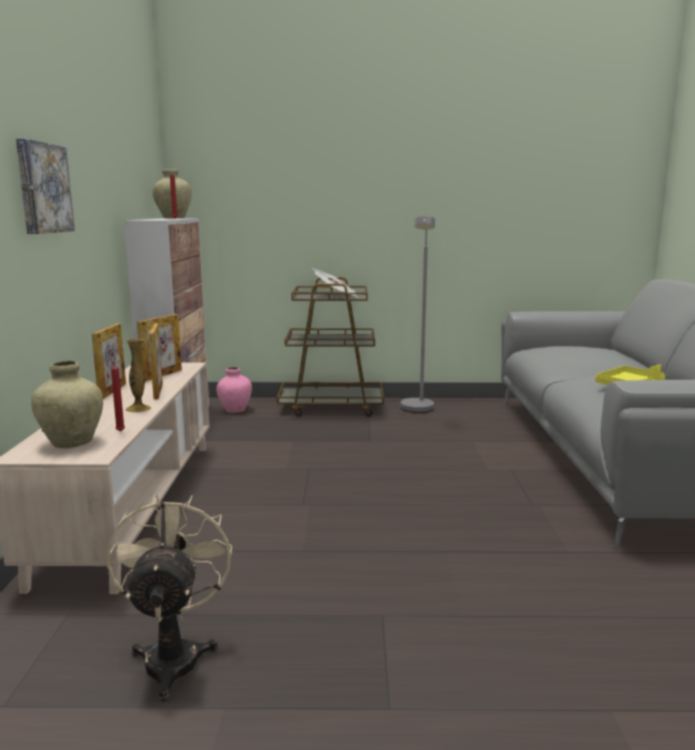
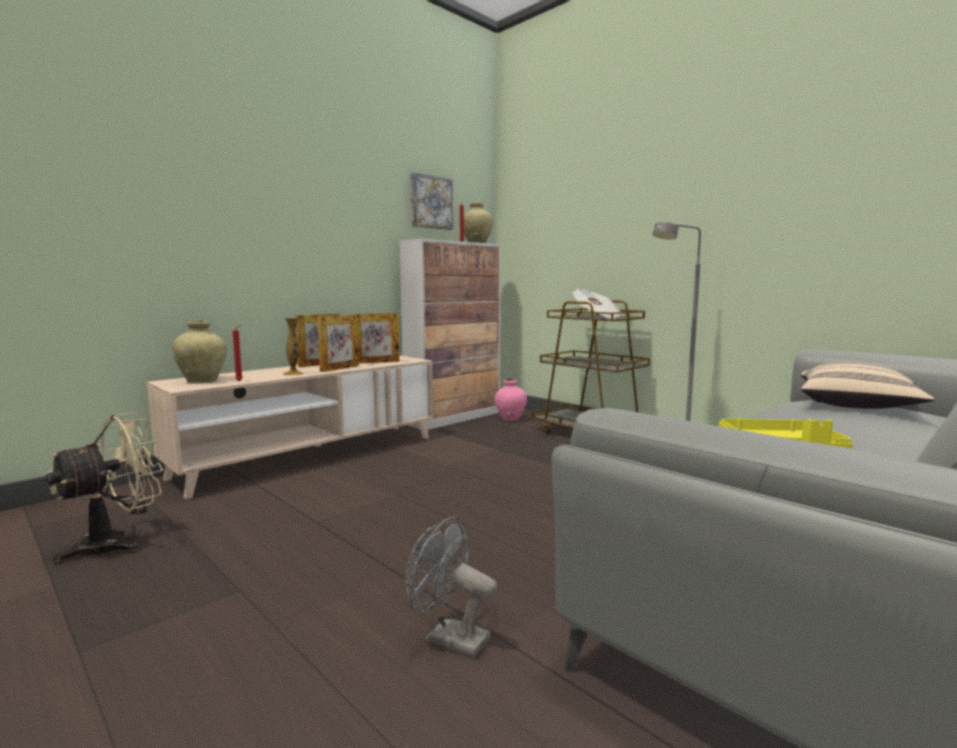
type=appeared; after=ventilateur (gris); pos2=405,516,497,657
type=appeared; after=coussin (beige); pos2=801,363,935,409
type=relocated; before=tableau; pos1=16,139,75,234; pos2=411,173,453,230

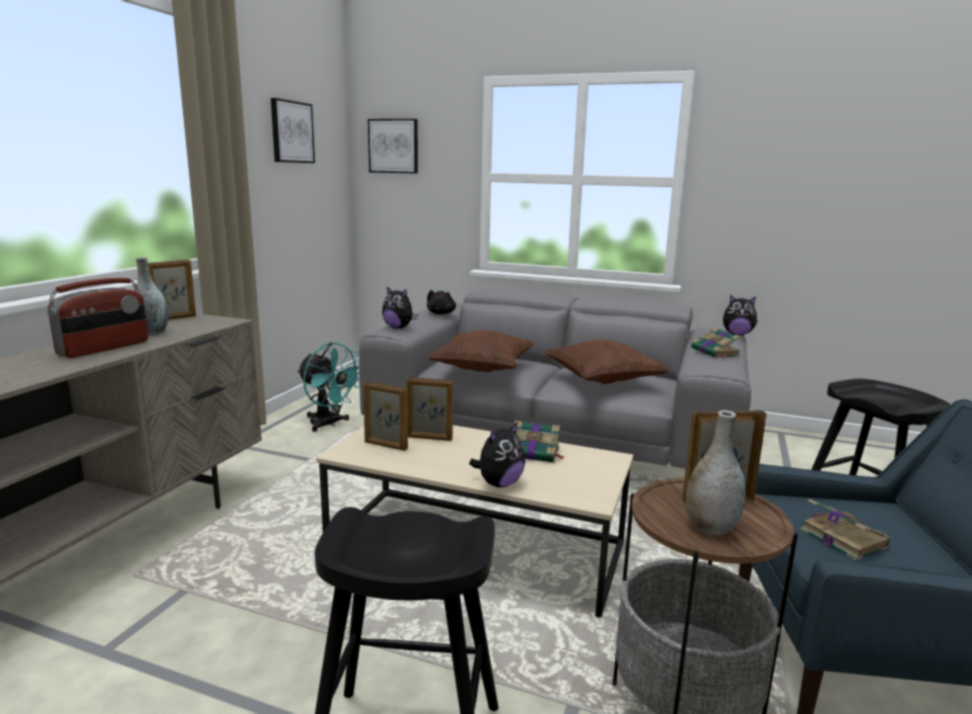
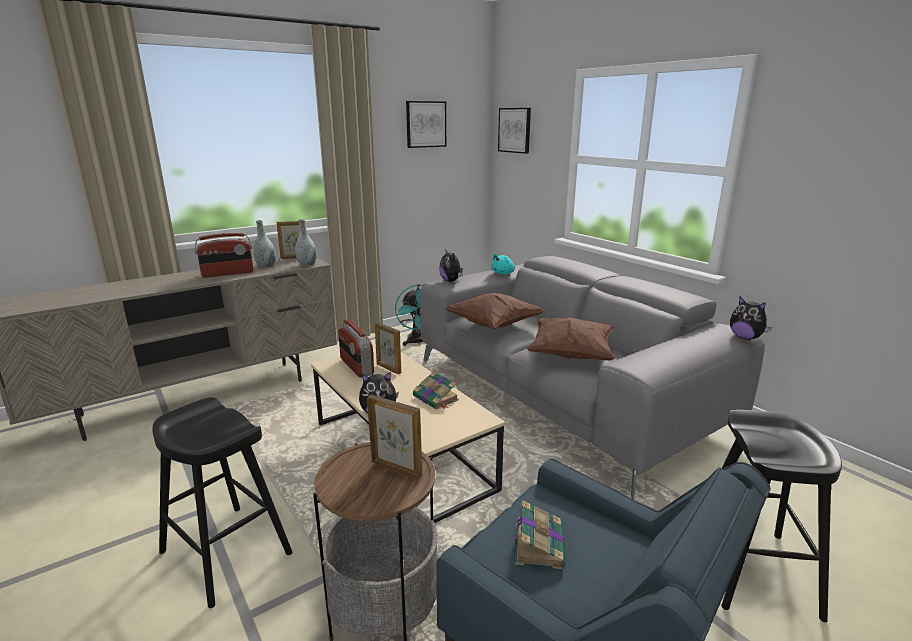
type=missing; before=livre; pos1=691,328,741,358
type=relocated; before=vase (gris); pos1=686,410,745,535; pos2=295,219,317,266
type=exchanged; before=cadre photo; after=radio; pos1=363,381,408,451; pos2=338,319,374,378
type=colour; before=peluche (noir); after=peluche (turquoise); pos1=427,290,456,315; pos2=491,254,515,274

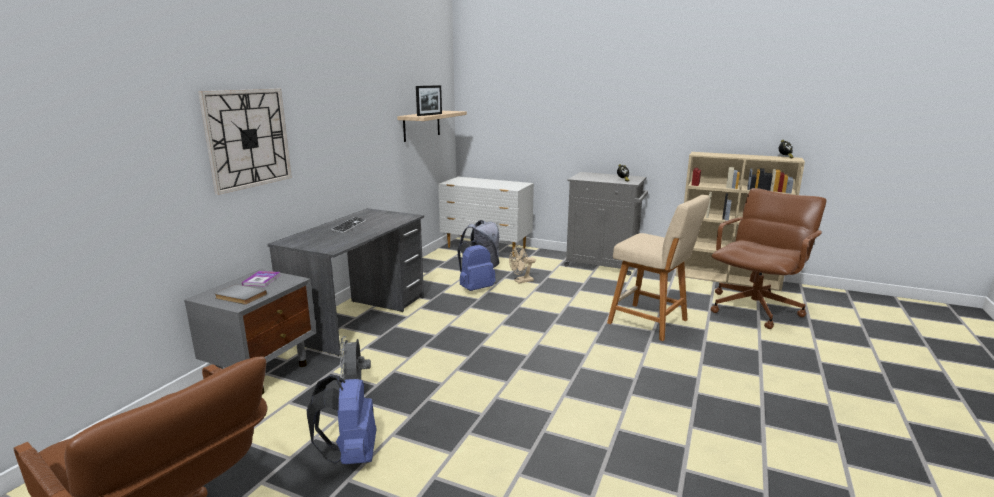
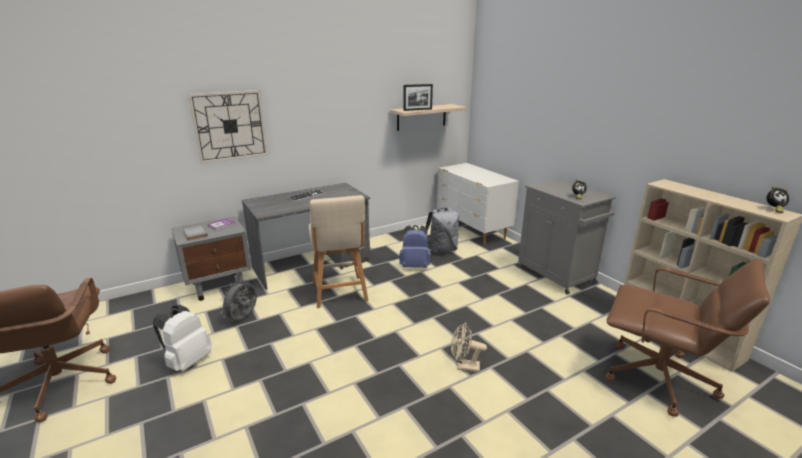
type=relocated; before=ventilateur (beige); pos1=509,245,536,283; pos2=451,323,487,372
type=relocated; before=tabouret (beige); pos1=607,195,710,341; pos2=309,195,369,308
type=colour; before=sac à dos (bleu); after=sac à dos (blanc); pos1=307,375,376,464; pos2=153,305,212,371
type=spun; before=chaise de bureau (marron); pos1=711,188,826,329; pos2=605,259,770,417; turn=45

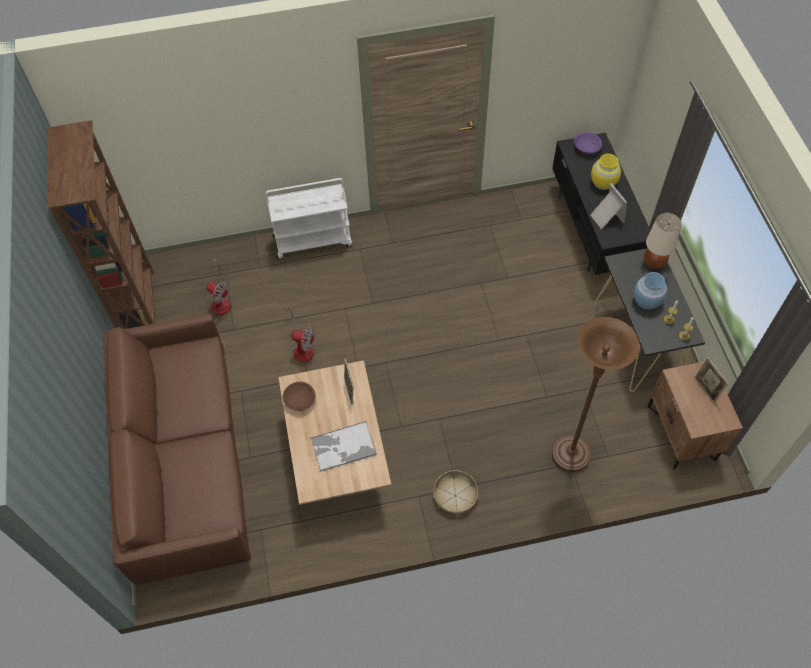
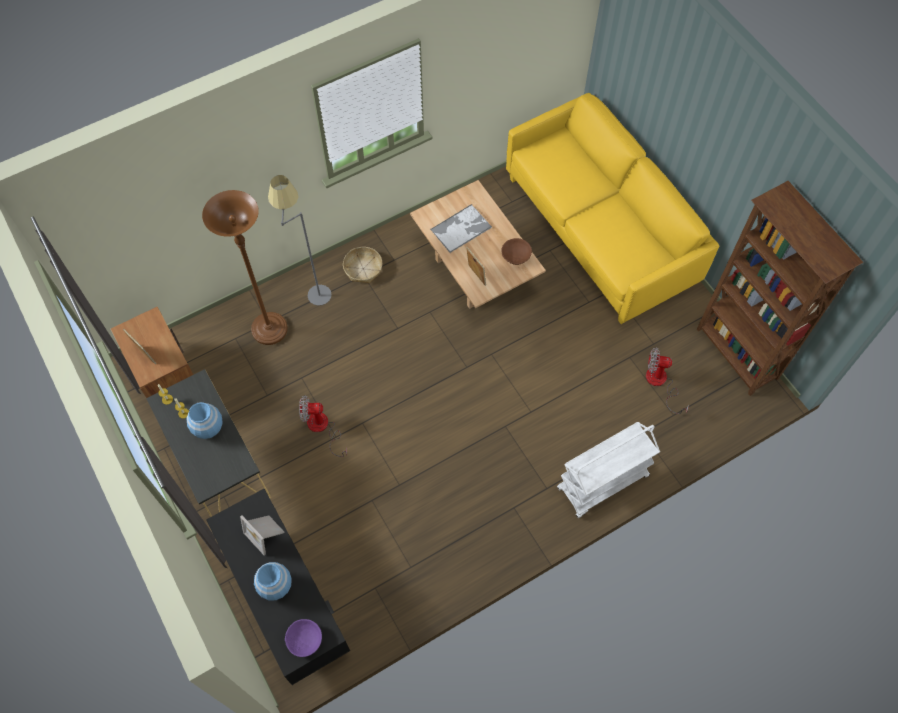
type=missing; before=lampe de table (beige); pos1=644,213,682,269
type=appeared; after=lampadaire (gris); pos2=268,175,332,306
type=relocated; before=ventilateur; pos1=286,304,315,363; pos2=299,395,347,457
type=colour; before=canapé (marron); after=canapé (jaune); pos1=103,314,251,585; pos2=506,93,719,324
type=colour; before=vase (jaune); after=vase (bleu); pos1=591,154,621,190; pos2=254,562,292,600

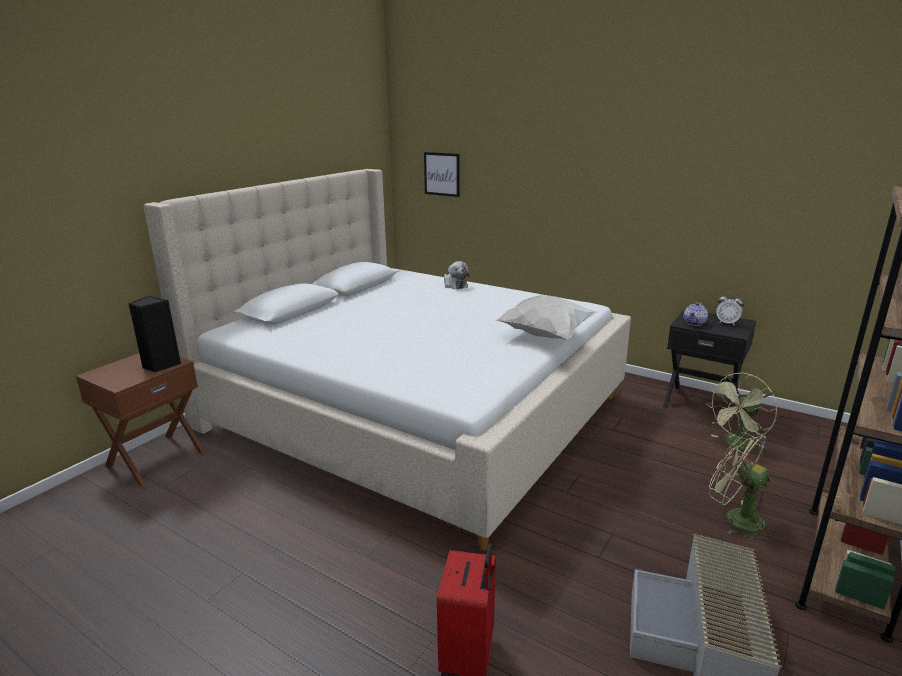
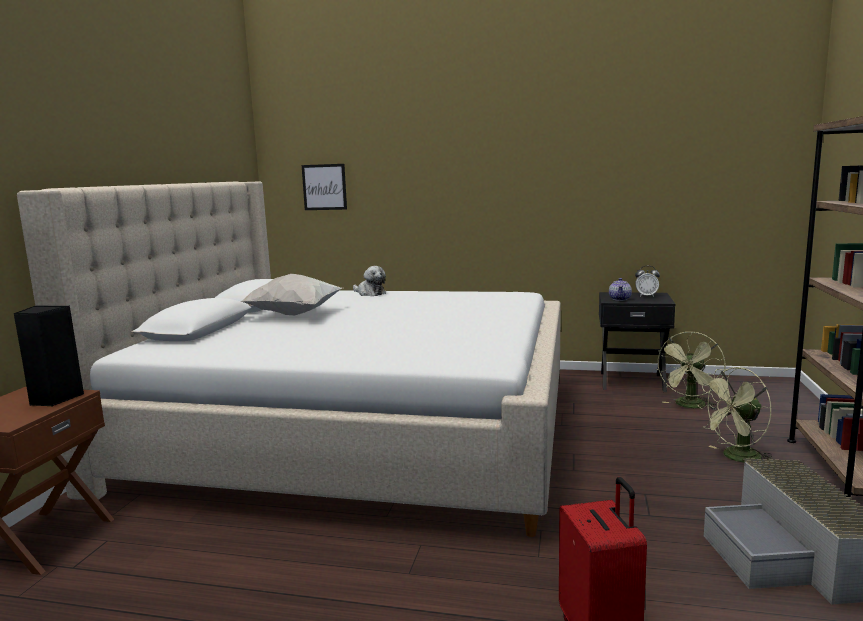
type=relocated; before=coussin (blanc); pos1=495,295,597,340; pos2=240,274,342,315
type=spun; before=ventilateur (vert); pos1=709,429,772,540; pos2=698,367,773,463; turn=-45

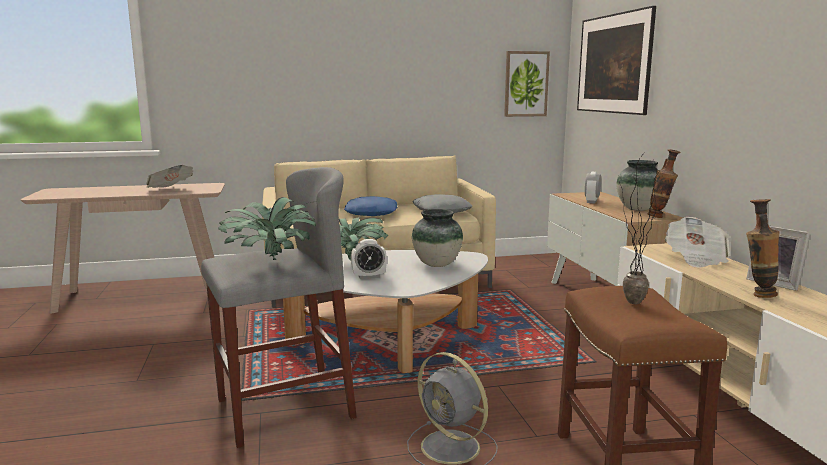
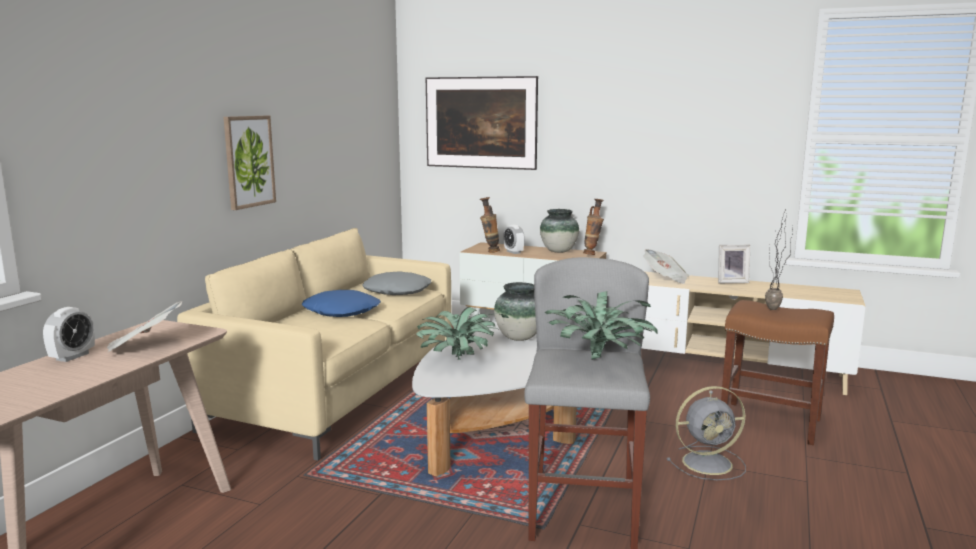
type=relocated; before=réveil; pos1=351,239,387,279; pos2=43,307,95,362
type=relocated; before=tableau; pos1=504,51,550,117; pos2=223,116,276,210
type=relocated; before=vase; pos1=746,199,779,298; pos2=480,197,500,253

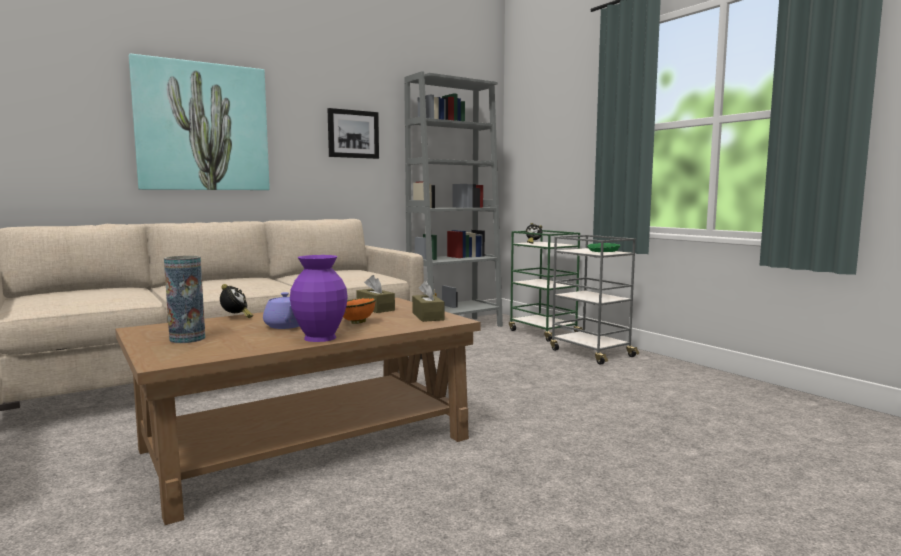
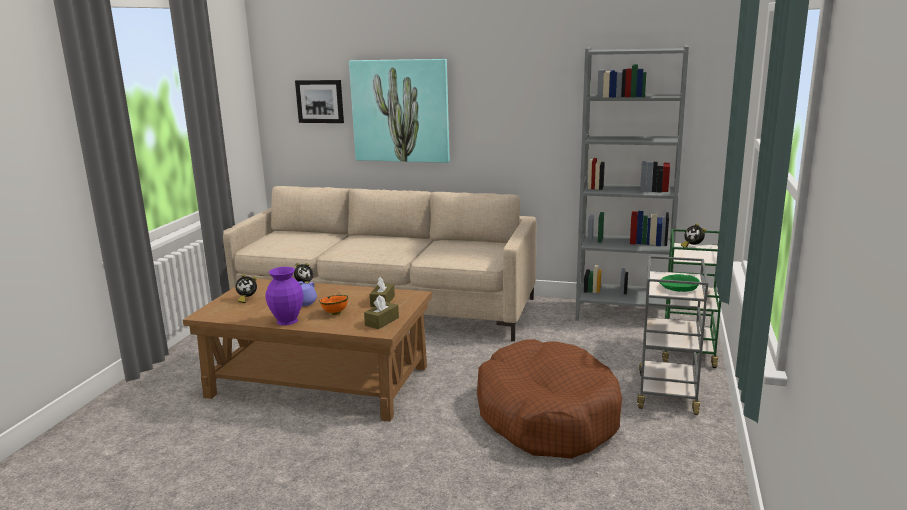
type=appeared; after=panier pour chien (marron); pos2=477,339,622,459
type=relocated; before=tableau; pos1=328,108,379,159; pos2=295,80,344,123
type=exchanged; before=vase; after=réveil; pos1=164,256,205,343; pos2=235,274,257,303

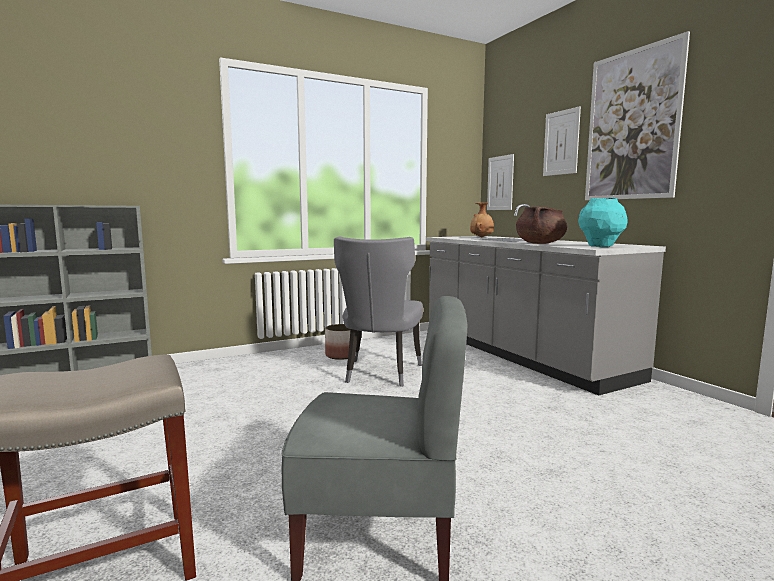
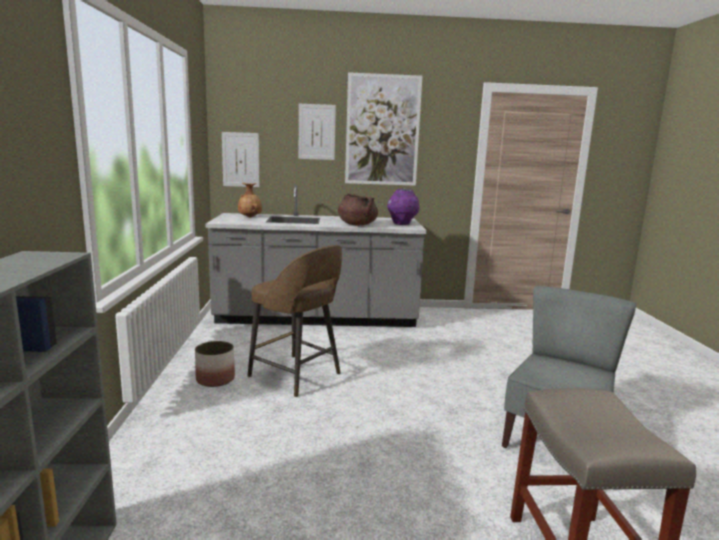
type=exchanged; before=chaise (gris); after=tabouret (marron); pos1=334,236,423,387; pos2=248,245,342,397
type=colour; before=vase (turquoise); after=vase (violet); pos1=578,198,628,247; pos2=387,189,419,225

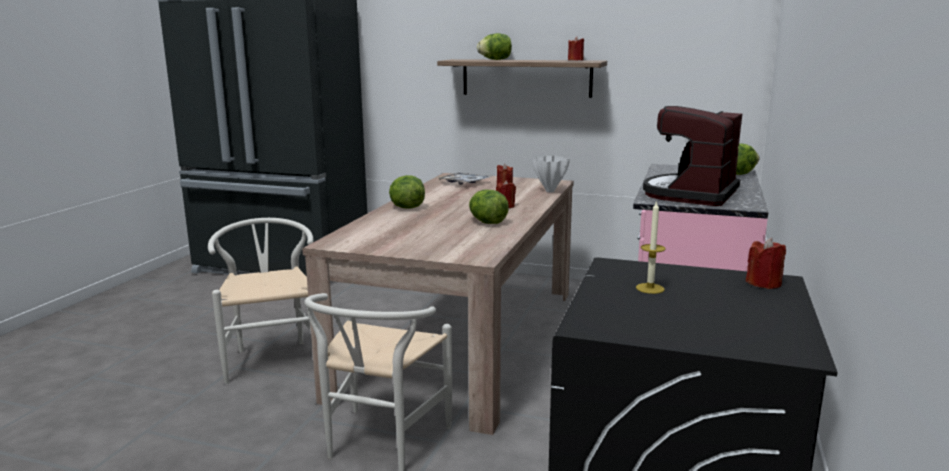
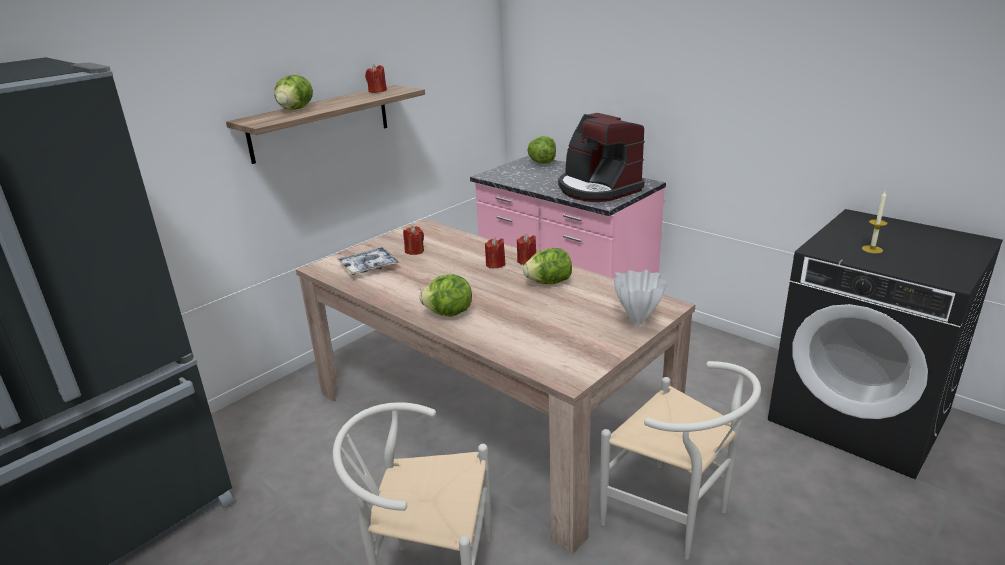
type=relocated; before=vase (blanc); pos1=532,155,570,192; pos2=614,270,667,325
type=relocated; before=bougie (rouge); pos1=746,238,786,289; pos2=517,234,536,265

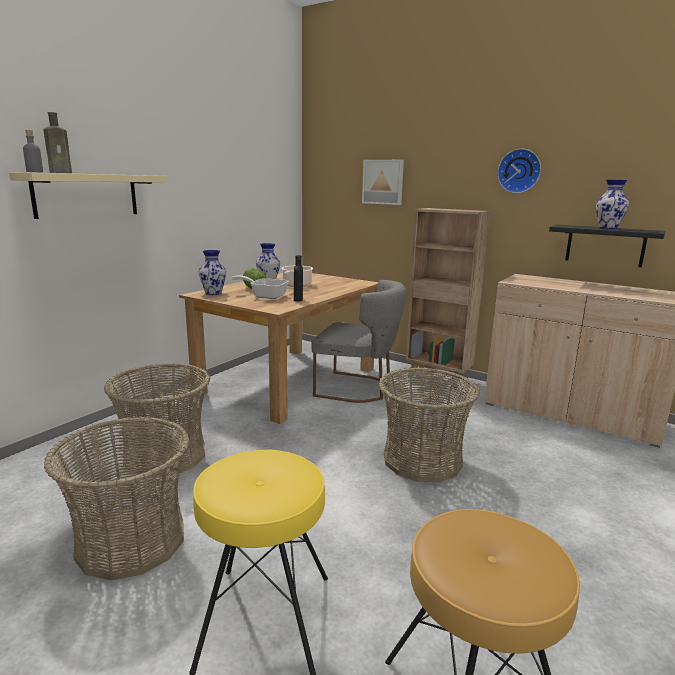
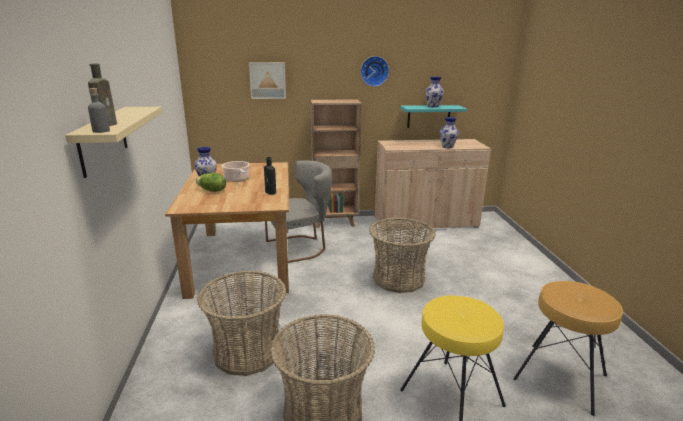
type=missing; before=poêle; pos1=232,275,289,299
type=relocated; before=vase; pos1=198,250,226,295; pos2=440,117,459,148
type=colour; before=étagère (noir); after=étagère (turquoise); pos1=549,225,666,267; pos2=400,105,467,128

